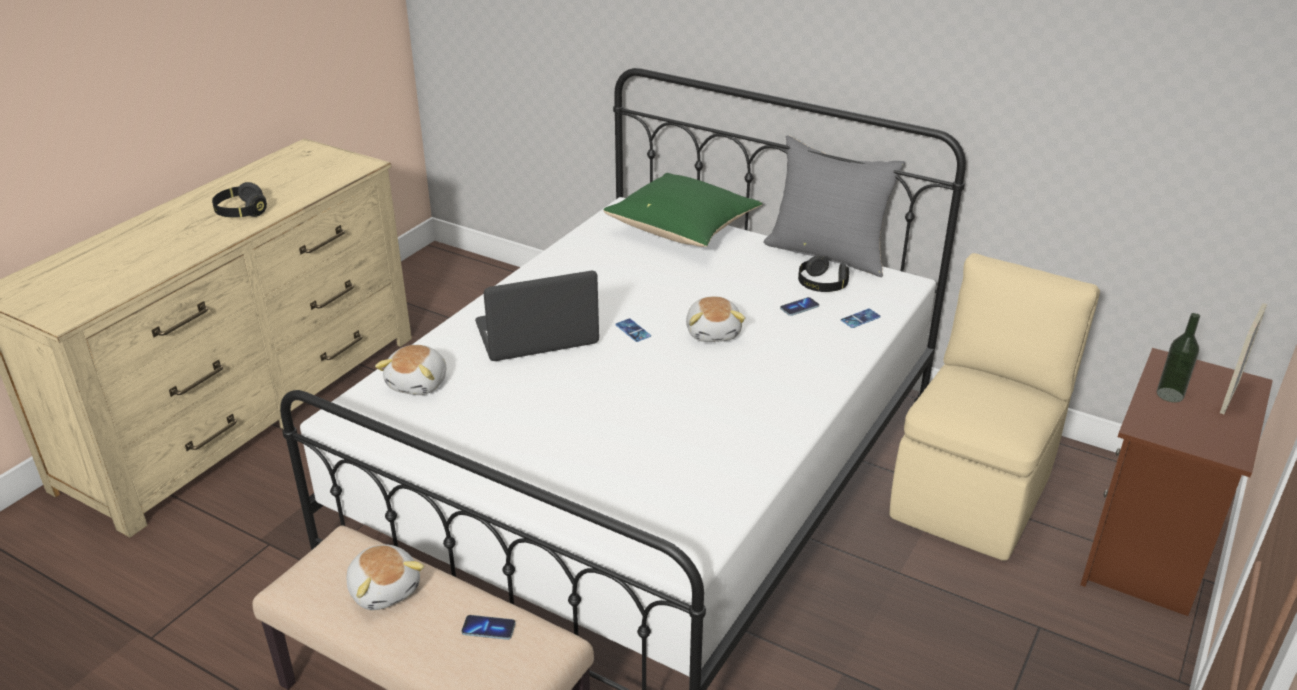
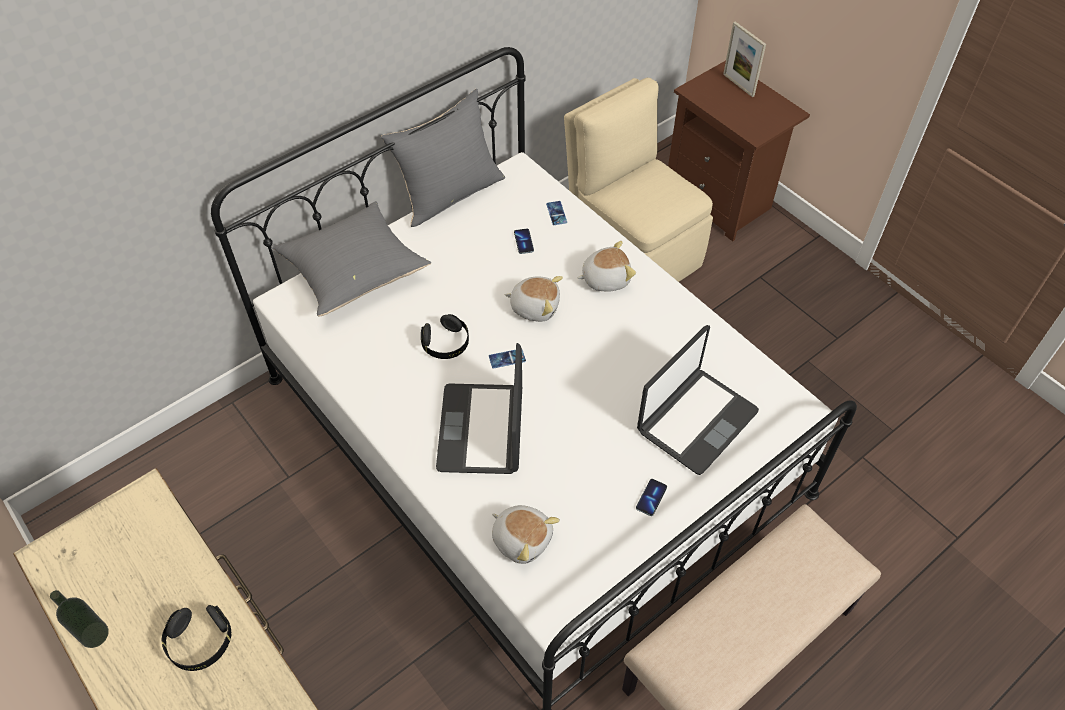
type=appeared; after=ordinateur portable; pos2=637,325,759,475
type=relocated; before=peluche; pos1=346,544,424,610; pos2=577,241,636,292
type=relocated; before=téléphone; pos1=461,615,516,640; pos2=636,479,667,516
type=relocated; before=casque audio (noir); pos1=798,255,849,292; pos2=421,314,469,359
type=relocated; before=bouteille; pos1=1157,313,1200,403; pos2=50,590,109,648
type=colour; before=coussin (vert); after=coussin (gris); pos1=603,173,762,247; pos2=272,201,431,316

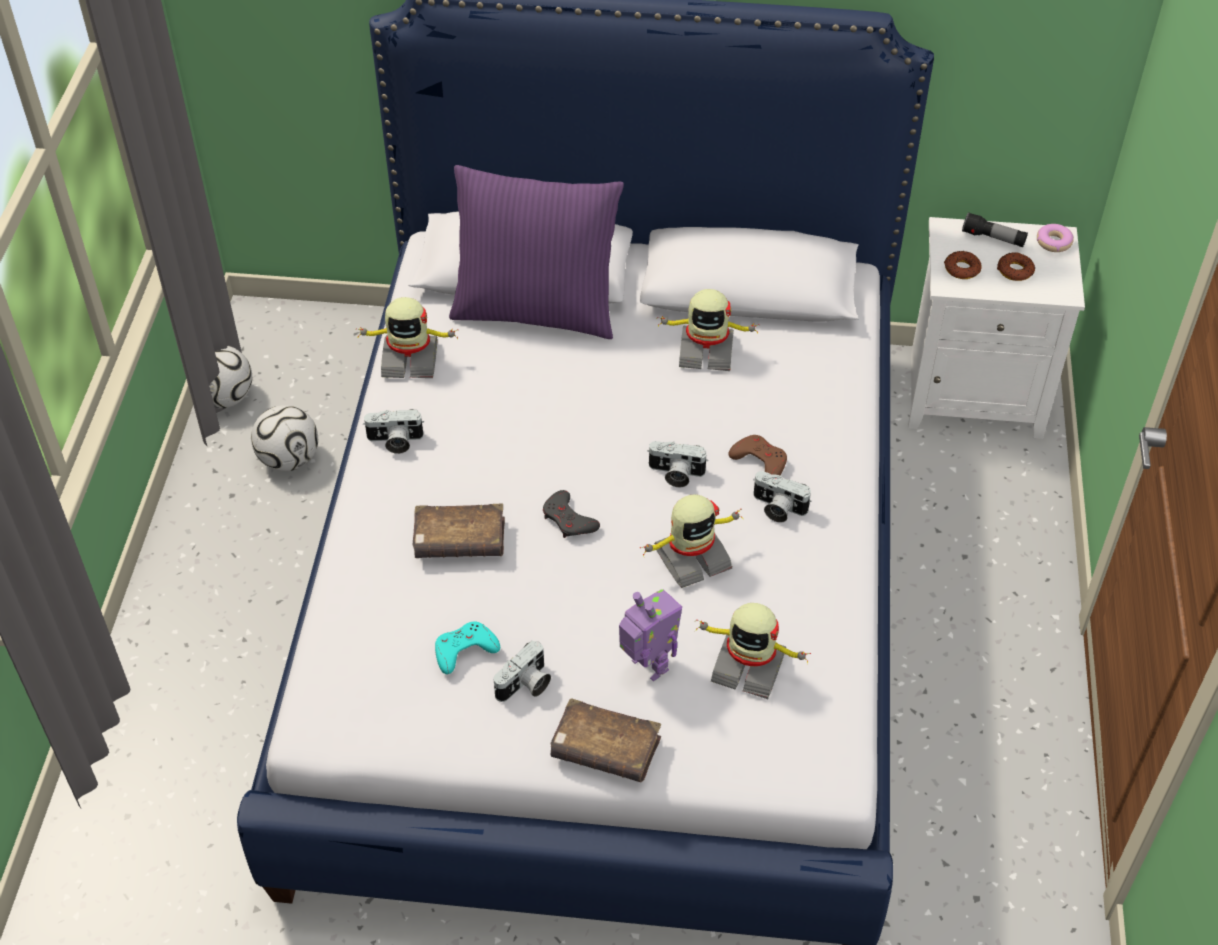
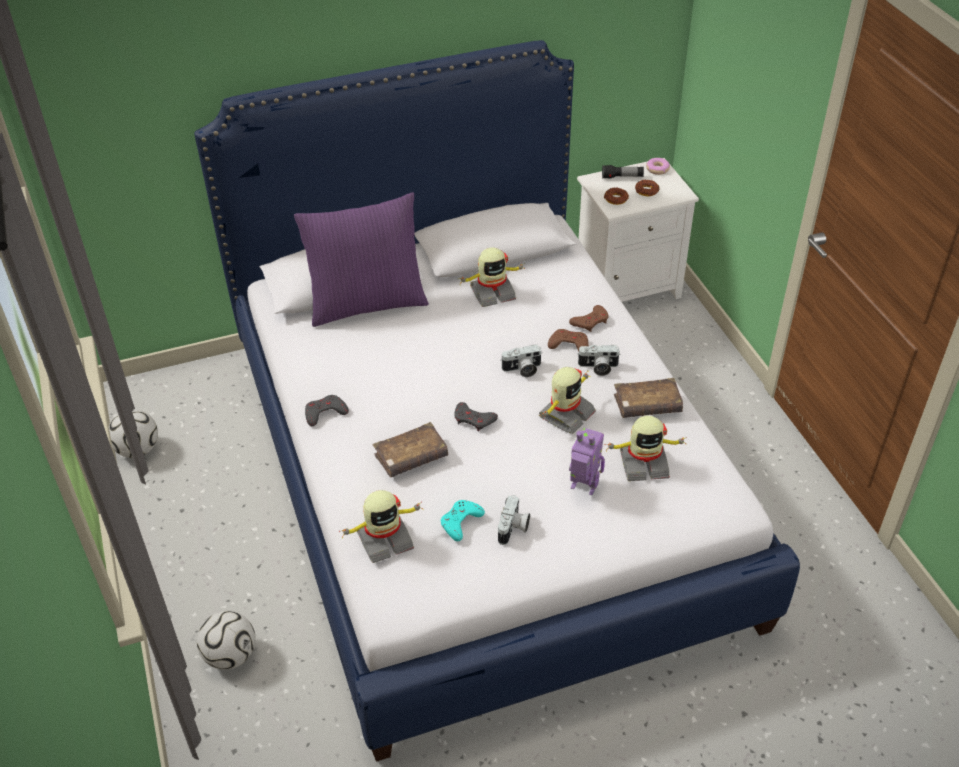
type=appeared; after=manette (marron); pos2=569,305,609,332
type=relocated; before=ballon de foot; pos1=251,405,318,471; pos2=197,611,256,670
type=relocated; before=robot jouet; pos1=355,297,458,378; pos2=339,490,424,563
type=relocated; before=livre (marron); pos1=551,698,661,783; pos2=614,378,683,418
type=exchanged; before=appareil photo; after=manette (gris); pos1=363,409,424,454; pos2=305,395,349,426

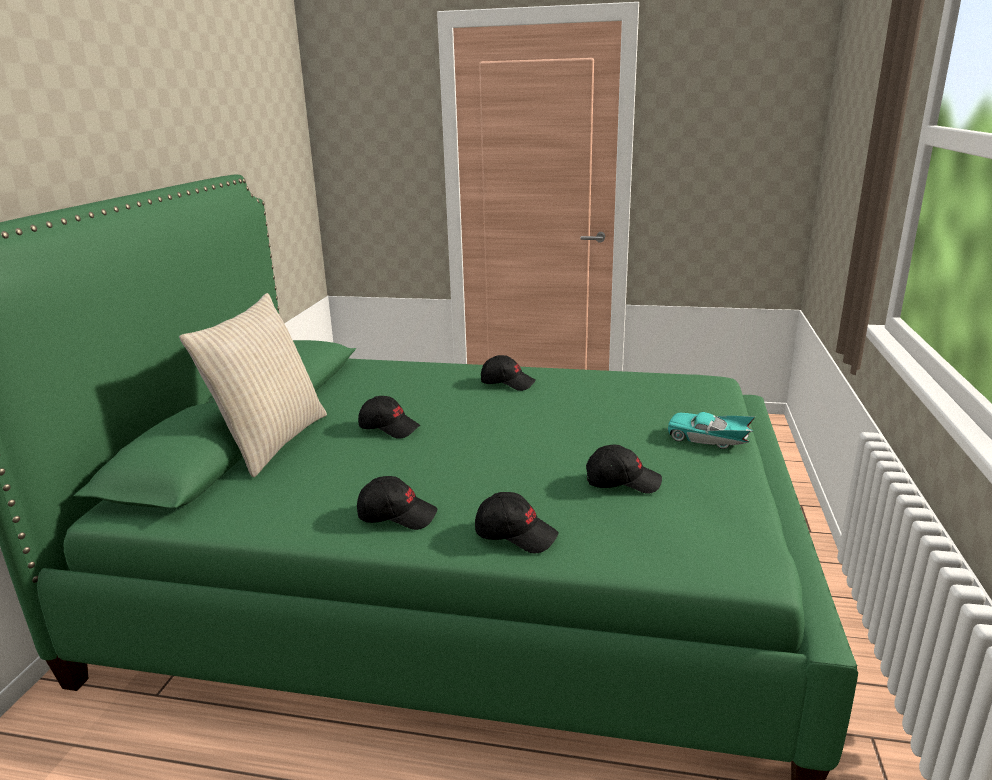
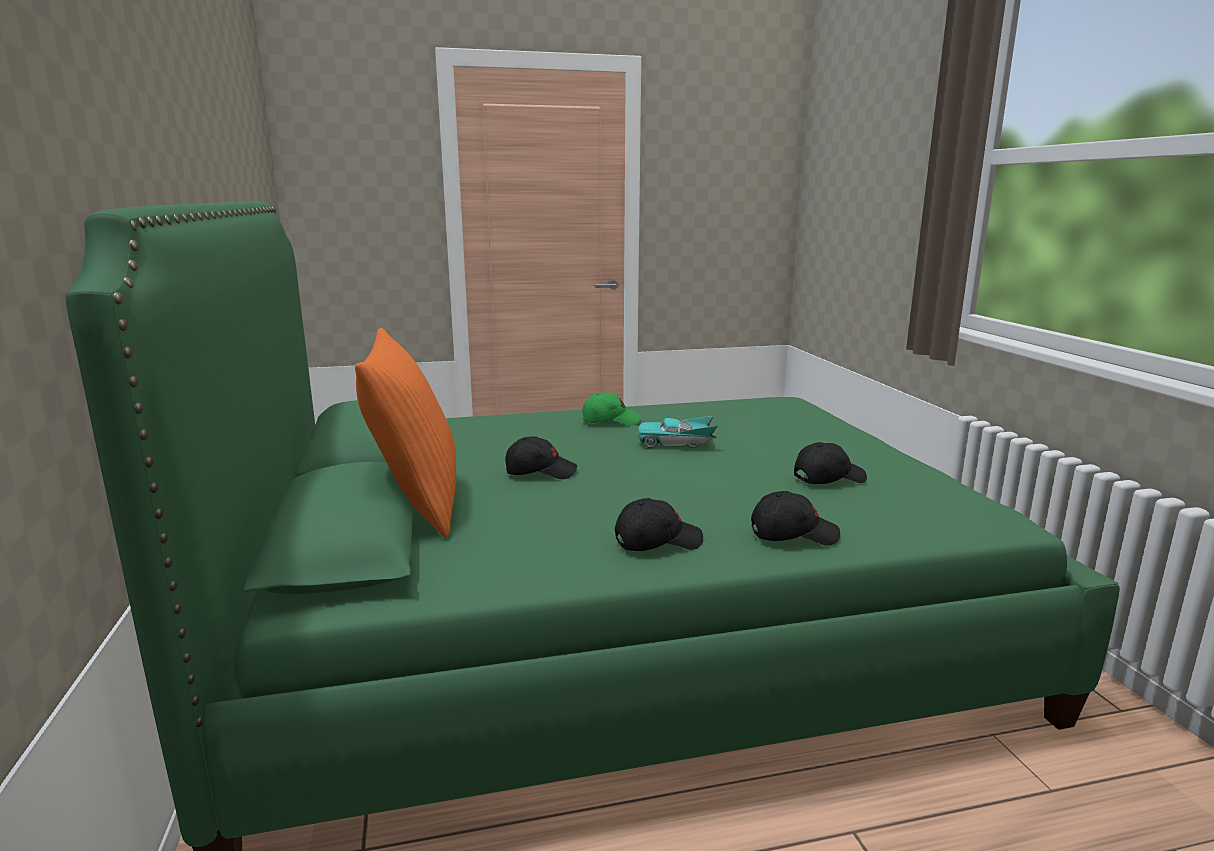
type=relocated; before=petite voiture (turquoise); pos1=667,412,755,449; pos2=638,416,718,448
type=colour; before=coussin (beige); after=coussin (orange); pos1=179,293,327,477; pos2=355,328,456,538
type=colour; before=casquette (noir); after=casquette (vert); pos1=481,355,536,391; pos2=582,392,640,426

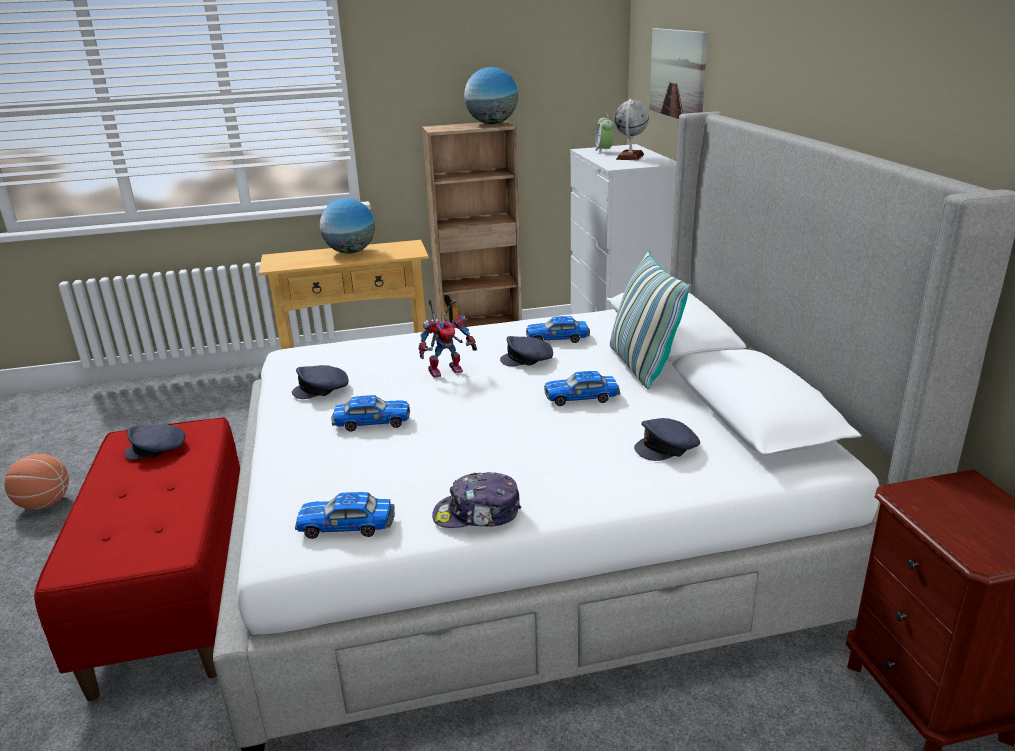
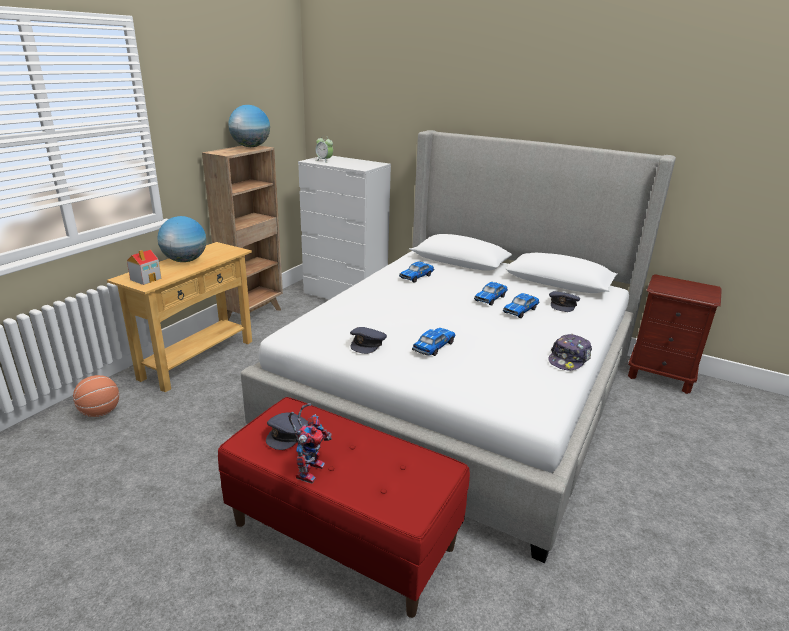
type=missing; before=casquette (gris); pos1=500,336,553,366
type=missing; before=coussin; pos1=610,250,691,390
type=missing; before=globe; pos1=614,99,649,160
type=missing; before=tableau; pos1=649,28,708,119
type=appeared; after=maison miniature; pos2=127,250,162,285
type=relocated; before=ballon de basket; pos1=4,454,69,510; pos2=73,375,119,417
type=relocated; before=petite voiture; pos1=295,492,395,539; pos2=503,293,539,318
type=relocated; before=robot jouet; pos1=419,298,477,378; pos2=288,403,332,484

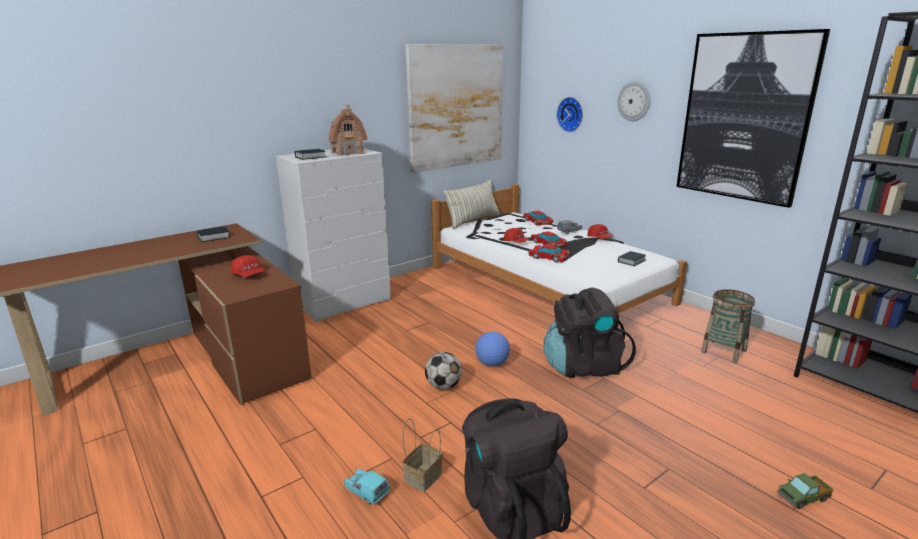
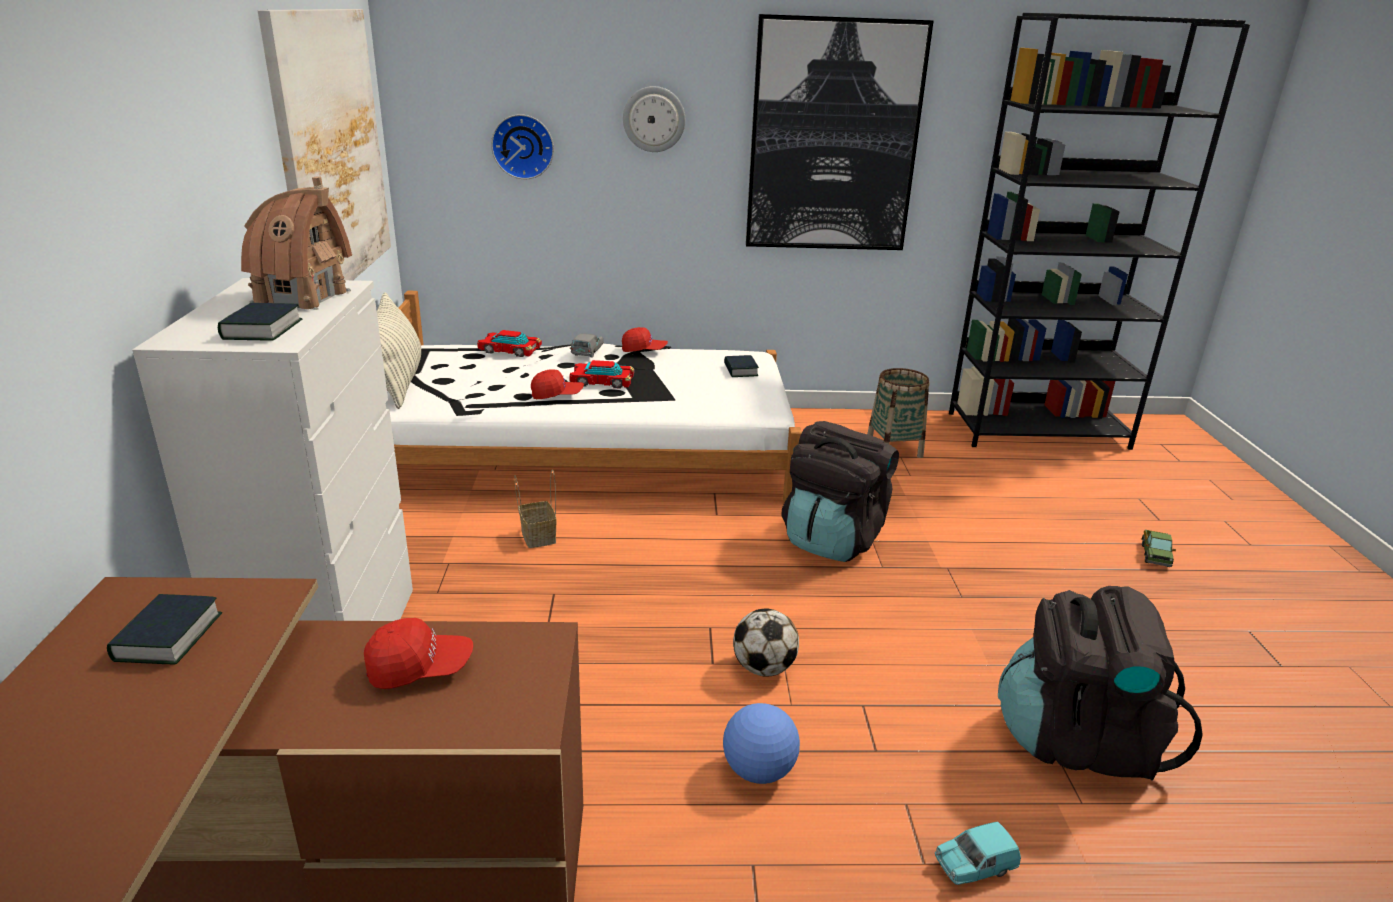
type=missing; before=petite voiture; pos1=528,244,570,263
type=relocated; before=panier; pos1=402,418,443,492; pos2=514,470,557,548
type=relocated; before=ballon de foot; pos1=475,332,510,366; pos2=723,703,800,784

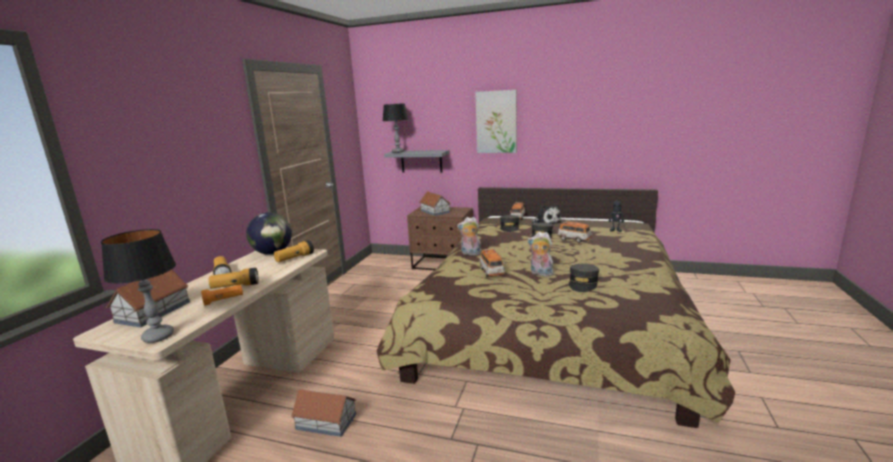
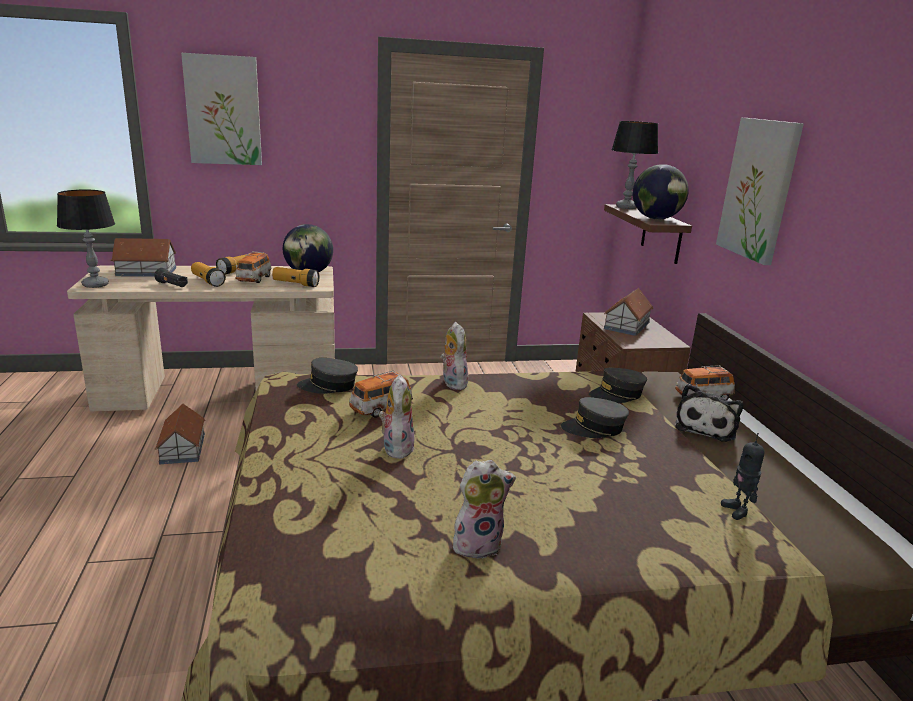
type=appeared; after=tableau; pos2=181,53,262,165
type=appeared; after=peluche; pos2=453,460,516,559
type=appeared; after=globe; pos2=633,164,689,219
type=relocated; before=petite voiture; pos1=557,220,592,243; pos2=235,251,272,283
type=relocated; before=casquette (gris); pos1=569,263,599,292; pos2=297,358,358,394
type=colour; before=lampe de poche (orange); after=lampe de poche (noir); pos1=201,284,243,306; pos2=154,268,188,287
type=colour; before=étagère (gris); after=étagère (marron); pos1=384,150,449,172; pos2=604,204,692,264

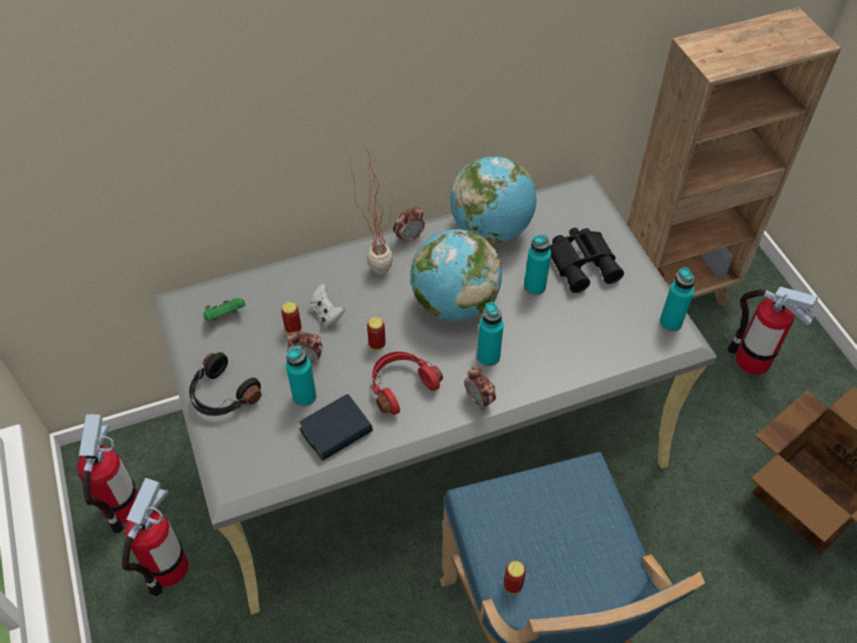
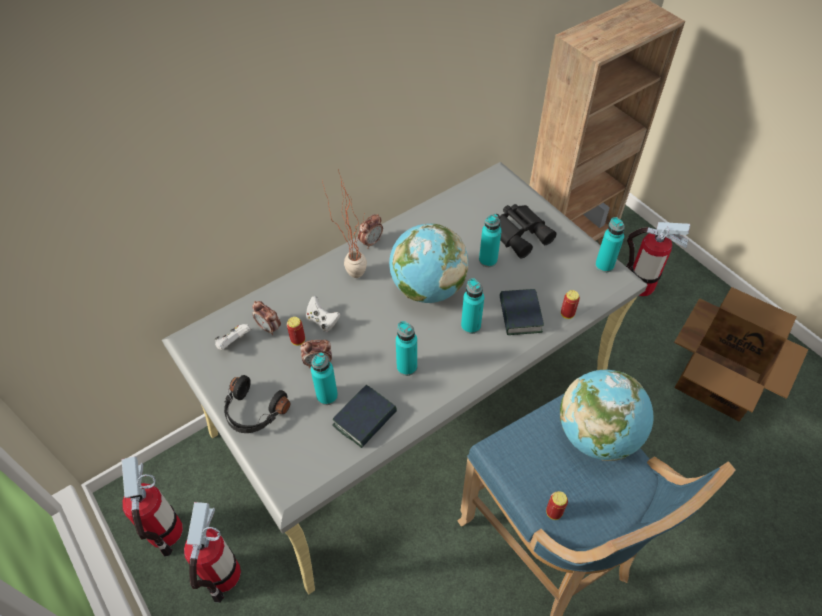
type=appeared; after=livre; pos2=499,289,544,335
type=relocated; before=boîte métallique; pos1=367,317,386,350; pos2=561,290,580,319
type=relocated; before=globe; pos1=450,157,536,244; pos2=560,370,654,461
type=relocated; before=réveil; pos1=464,367,496,410; pos2=252,301,281,335
type=exchanged; before=casque audio (rouge); after=bouteille (turquoise); pos1=371,352,443,415; pos2=396,321,417,376
type=colour; before=manette (vert); after=manette (blanc); pos1=204,298,245,321; pos2=215,324,251,350

